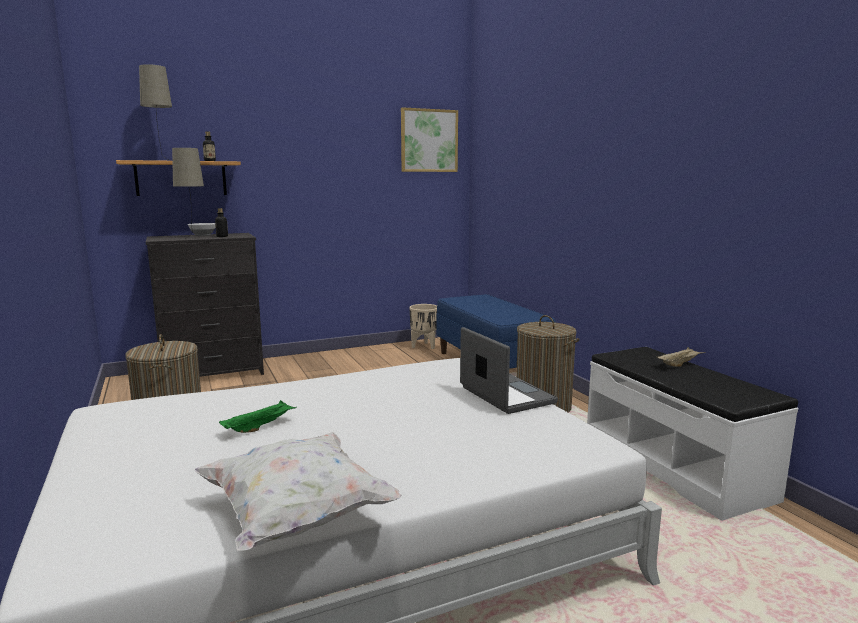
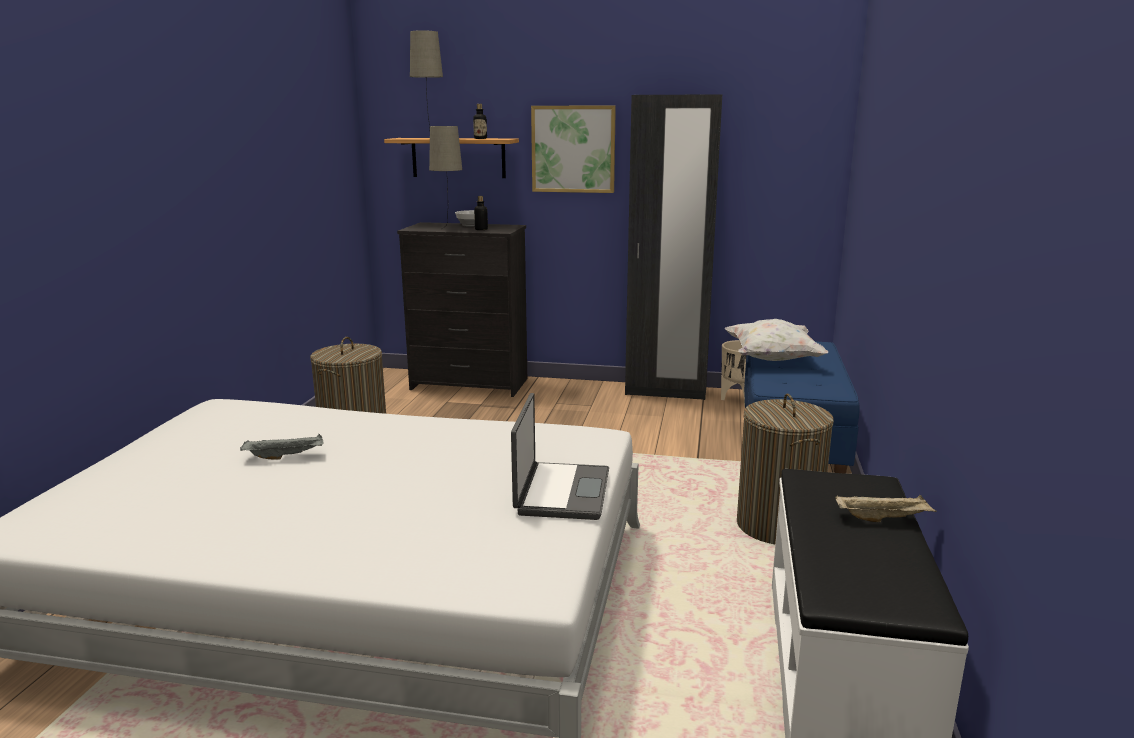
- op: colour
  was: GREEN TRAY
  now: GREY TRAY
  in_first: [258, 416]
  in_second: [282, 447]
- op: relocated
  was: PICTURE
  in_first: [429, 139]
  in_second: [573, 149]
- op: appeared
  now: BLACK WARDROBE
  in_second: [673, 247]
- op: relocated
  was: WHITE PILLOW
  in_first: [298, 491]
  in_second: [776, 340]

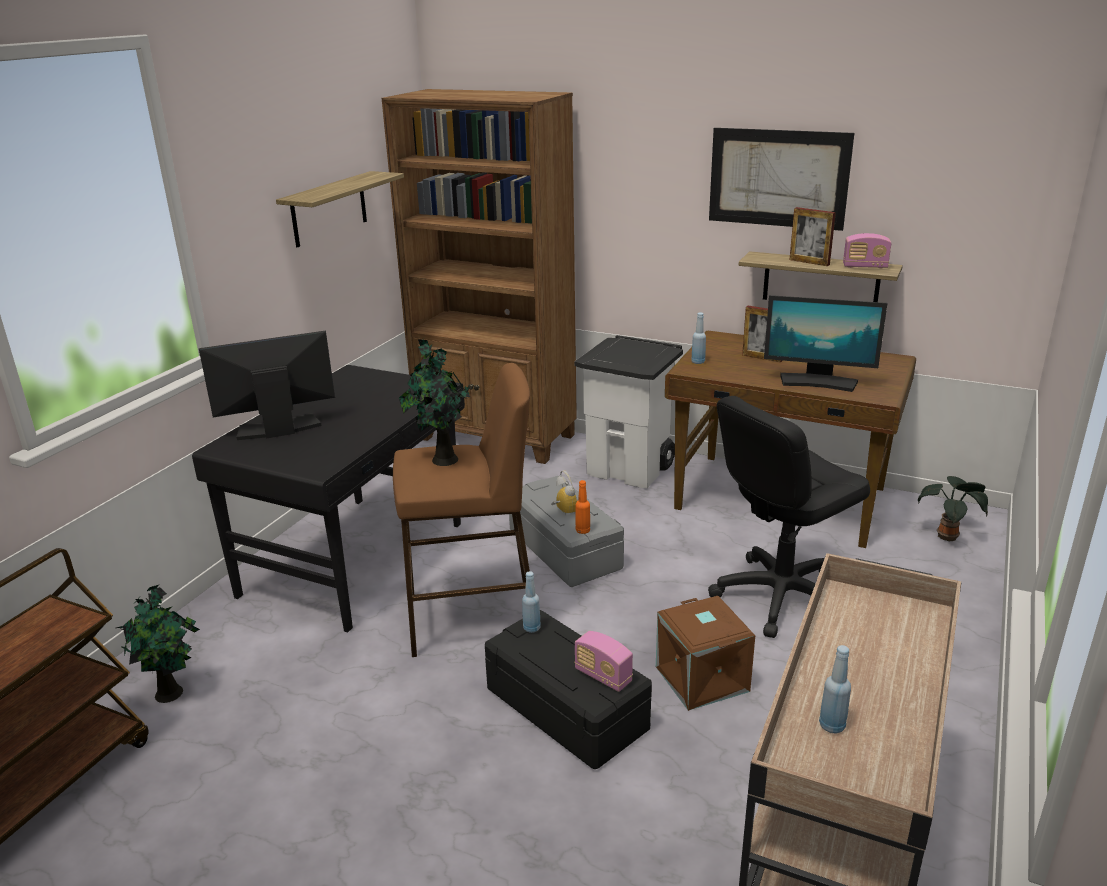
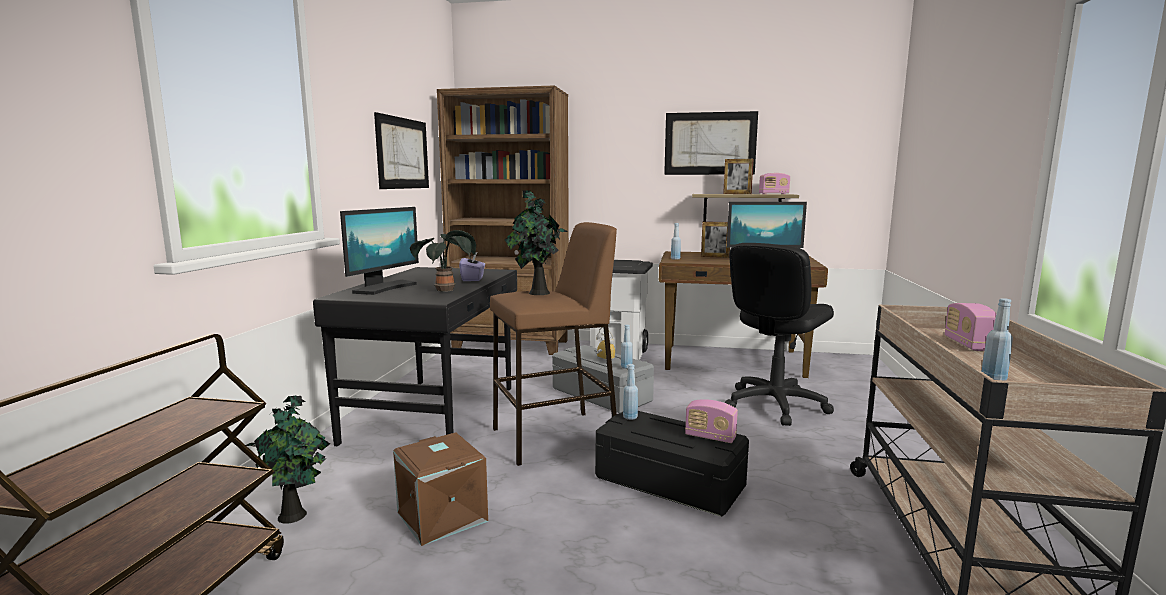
- op: spun
  was: MONITOR
  in_first: [267, 385]
  in_second: [379, 251]
  clockwise: 150
- op: exchanged
  was: SHELF
  now: PICTURE
  in_first: [340, 209]
  in_second: [401, 150]
- op: relocated
  was: BROWN STORAGE BOX
  in_first: [705, 653]
  in_second: [440, 489]
- op: relocated
  was: POTTED PLANT
  in_first: [953, 508]
  in_second: [443, 261]
- op: appeared
  now: PURPLE TISSUE BOX
  in_second: [472, 266]
- op: colour
  was: ORANGE BOTTLE
  now: BLUE BOTTLE
  in_first: [582, 507]
  in_second: [627, 347]
- op: appeared
  now: RADIO
  in_second: [970, 327]

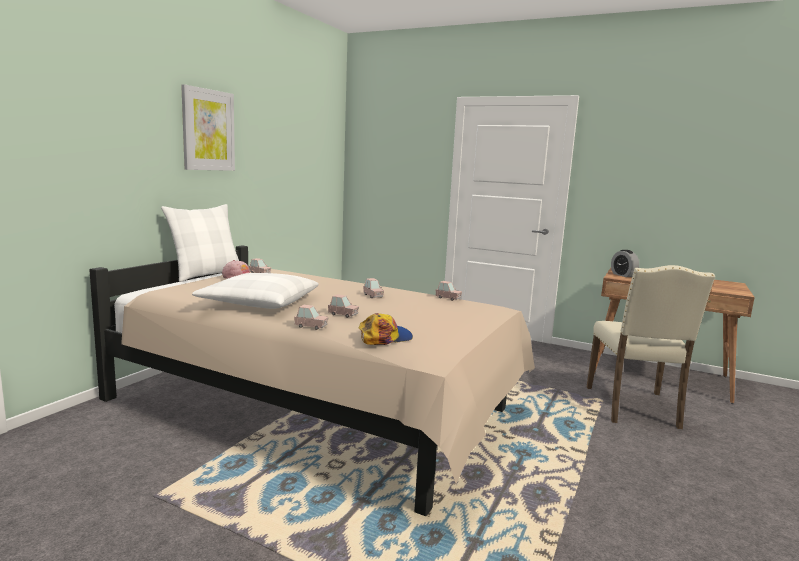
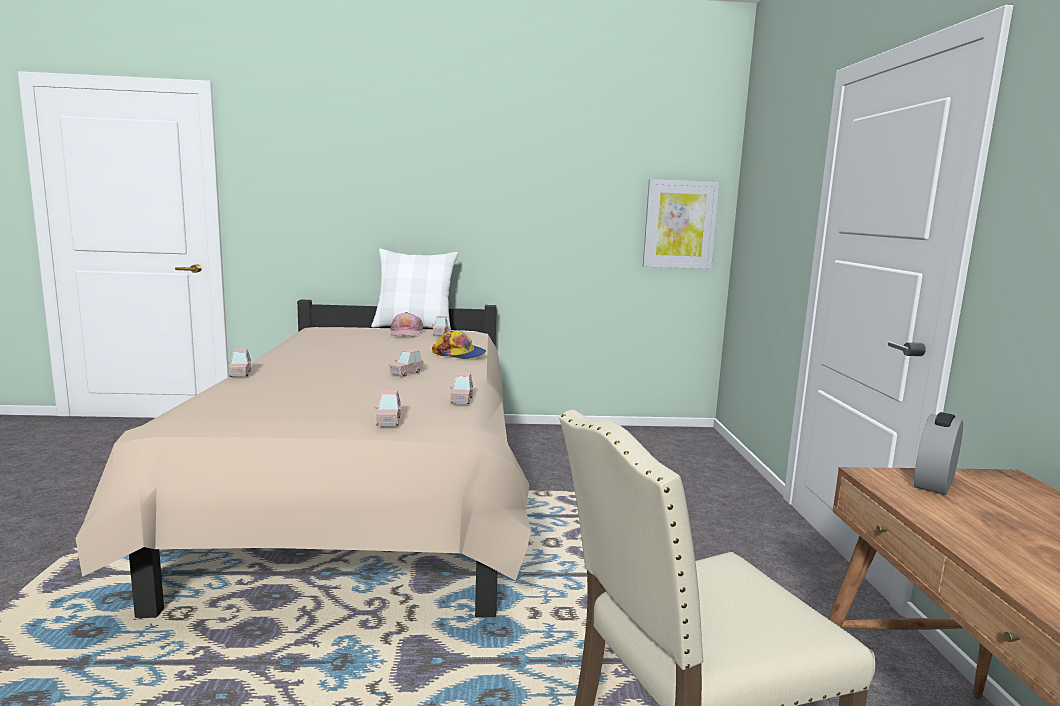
- op: relocated
  was: PINK TOY CAR
  in_first: [343, 306]
  in_second: [388, 408]
- op: relocated
  was: CAP
  in_first: [385, 329]
  in_second: [459, 344]
- op: relocated
  was: PICTURE
  in_first: [208, 127]
  in_second: [681, 224]
- op: missing
  was: WHITE PILLOW
  in_first: [255, 291]

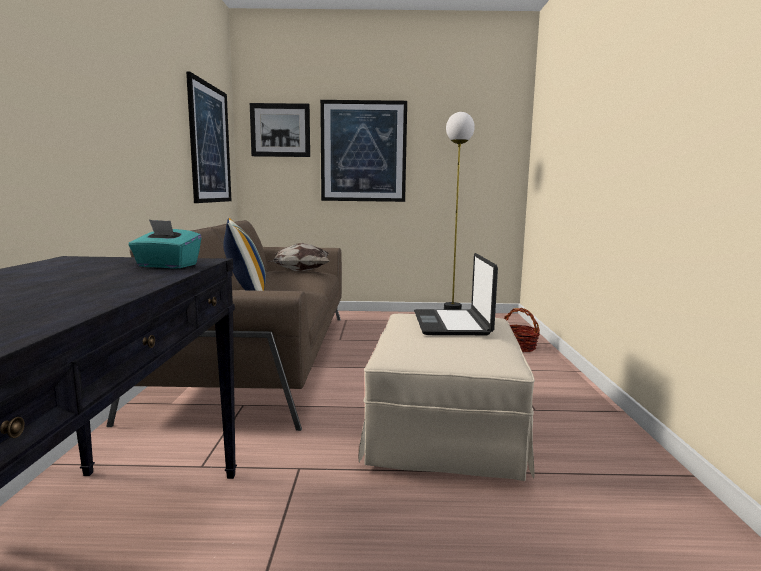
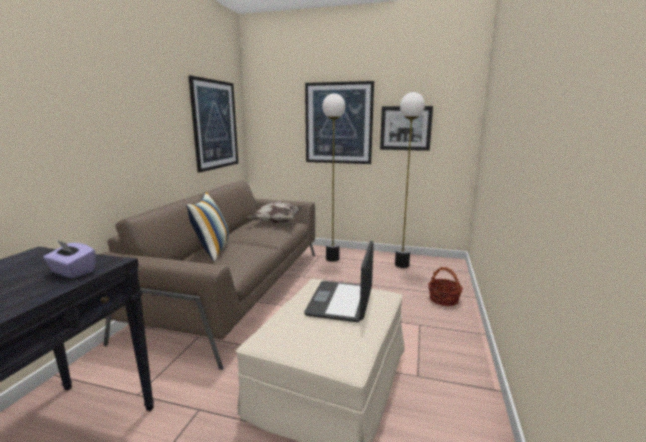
- op: colour
  was: TURQUOISE TISSUE BOX
  now: PURPLE TISSUE BOX
  in_first: [165, 244]
  in_second: [69, 259]
- op: appeared
  now: FLOOR LAMP
  in_second: [333, 177]
- op: relocated
  was: PICTURE
  in_first: [280, 130]
  in_second: [406, 128]

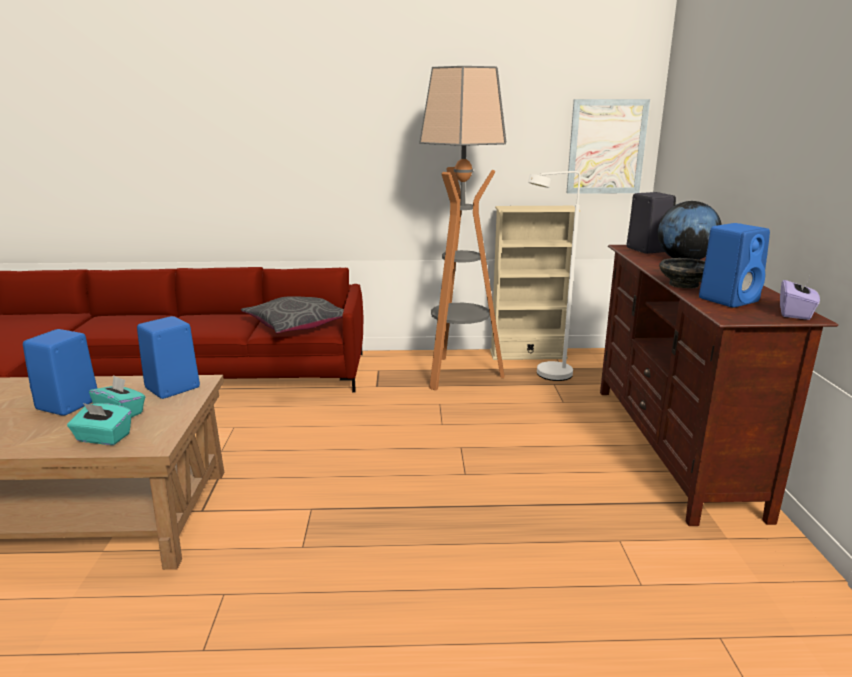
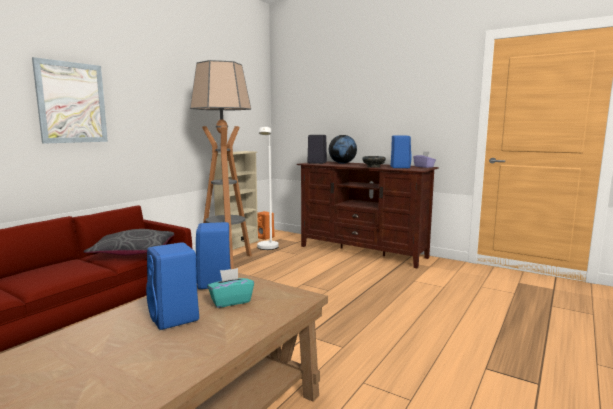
- op: relocated
  was: PICTURE
  in_first: [608, 146]
  in_second: [70, 100]
- op: appeared
  now: ORANGE SPEAKER
  in_second: [265, 225]
- op: missing
  was: TURQUOISE TISSUE BOX
  in_first: [99, 424]

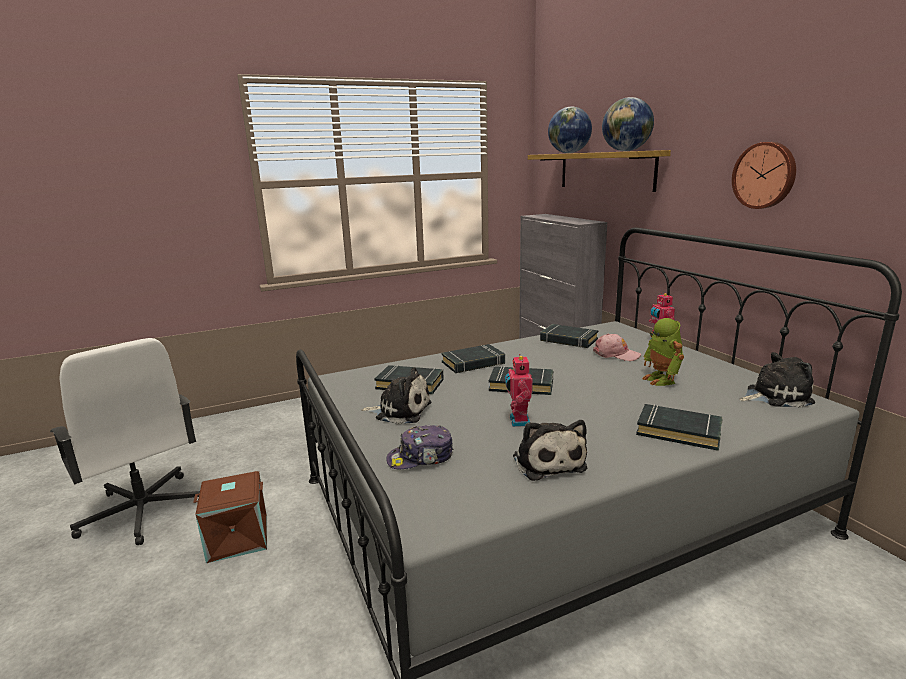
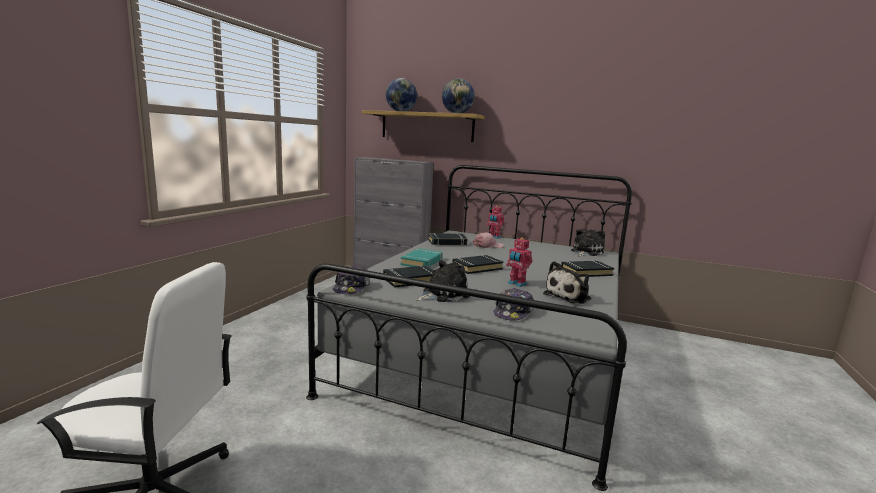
- op: appeared
  now: CAP
  in_second: [351, 280]
- op: colour
  was: BLACK BOOK
  now: TURQUOISE BOOK
  in_first: [473, 358]
  in_second: [422, 257]
- op: spun
  was: PLUSH TOY
  in_first: [550, 450]
  in_second: [567, 282]
  clockwise: 105
- op: missing
  was: BROWN STORAGE BOX
  in_first: [230, 517]
- op: missing
  was: TOY ROBOT
  in_first: [663, 352]
- op: missing
  was: WALL CLOCK
  in_first: [764, 175]

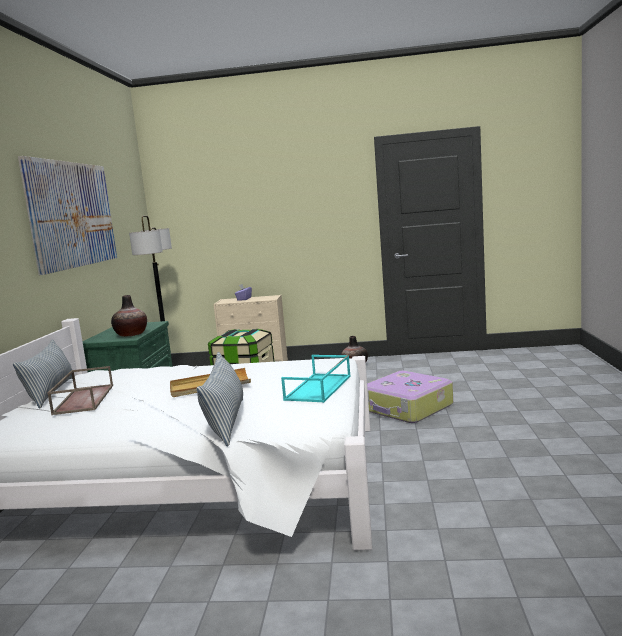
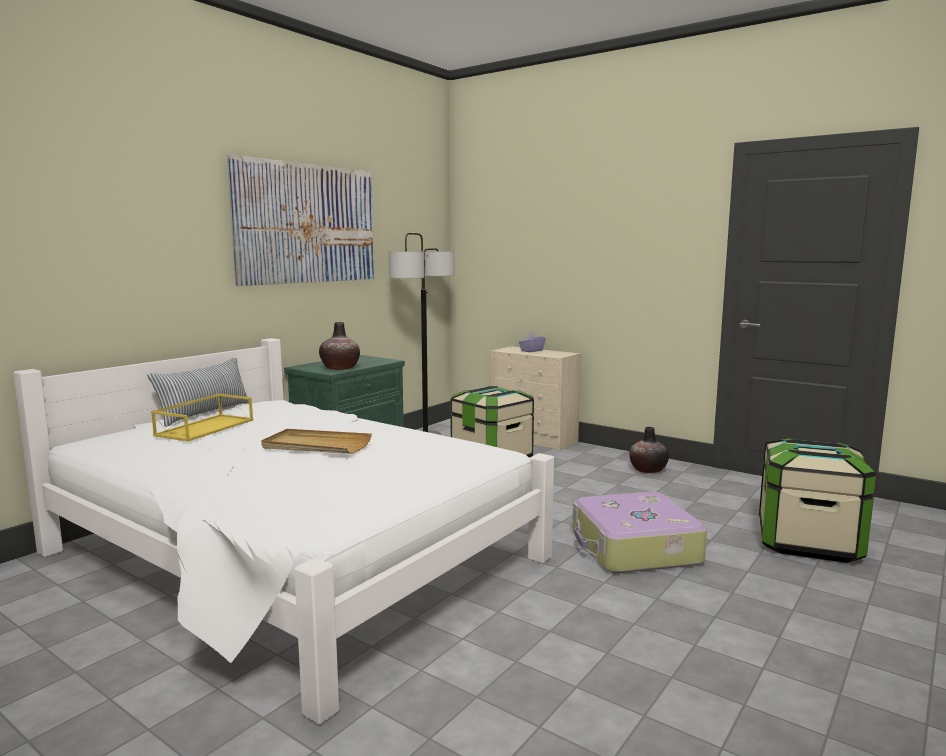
- op: colour
  was: BROWN TRAY
  now: YELLOW TRAY
  in_first: [80, 390]
  in_second: [202, 418]
- op: appeared
  now: STORAGE BOX
  in_second: [817, 500]
- op: missing
  was: PILLOW
  in_first: [220, 399]
- op: missing
  was: TURQUOISE TRAY
  in_first: [316, 379]

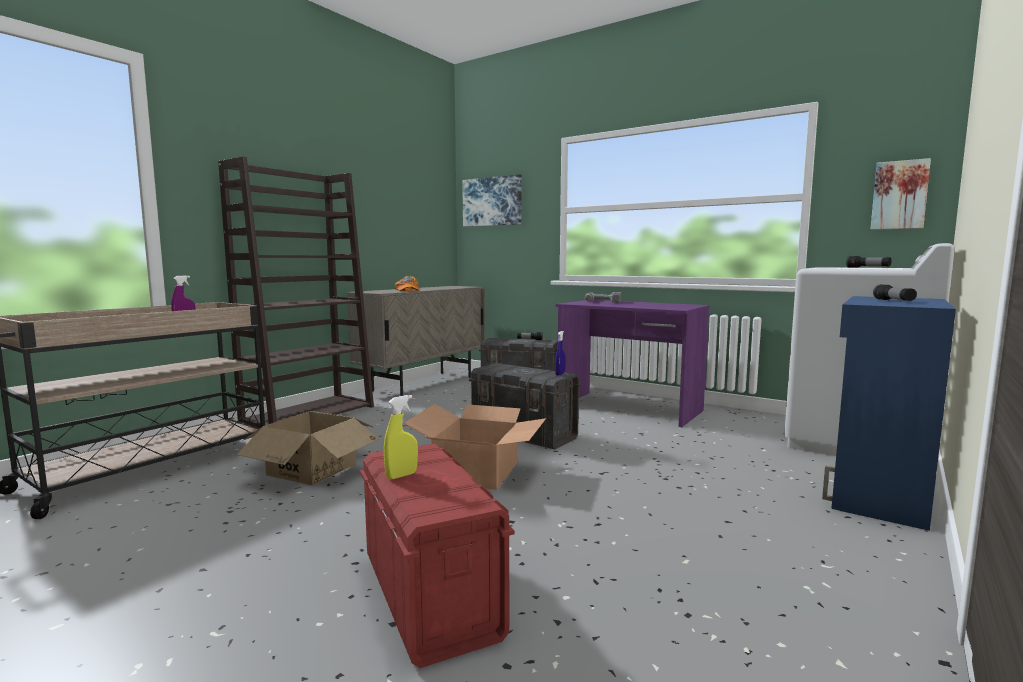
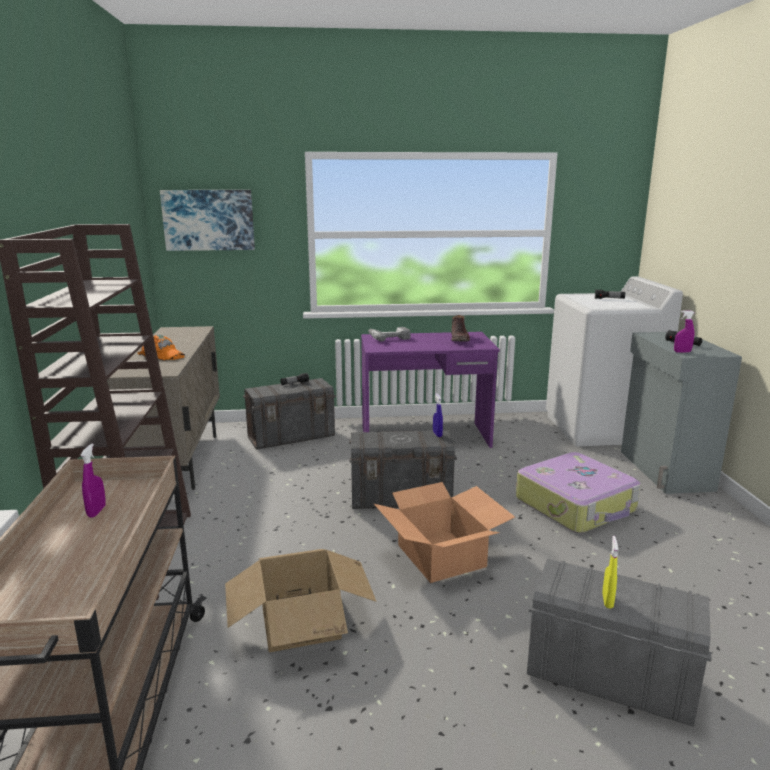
- op: appeared
  now: BROWN BOOT
  in_second: [460, 328]
- op: appeared
  now: SUITCASE
  in_second: [578, 492]
- op: colour
  was: RED STORAGE BOX
  now: GREY STORAGE BOX
  in_first: [437, 555]
  in_second: [619, 642]
- op: colour
  was: BLUE CABINET
  now: GREY CABINET
  in_first: [889, 413]
  in_second: [681, 413]
- op: appeared
  now: PURPLE SPRAY BOTTLE
  in_second: [684, 331]
- op: missing
  was: PICTURE
  in_first: [901, 194]

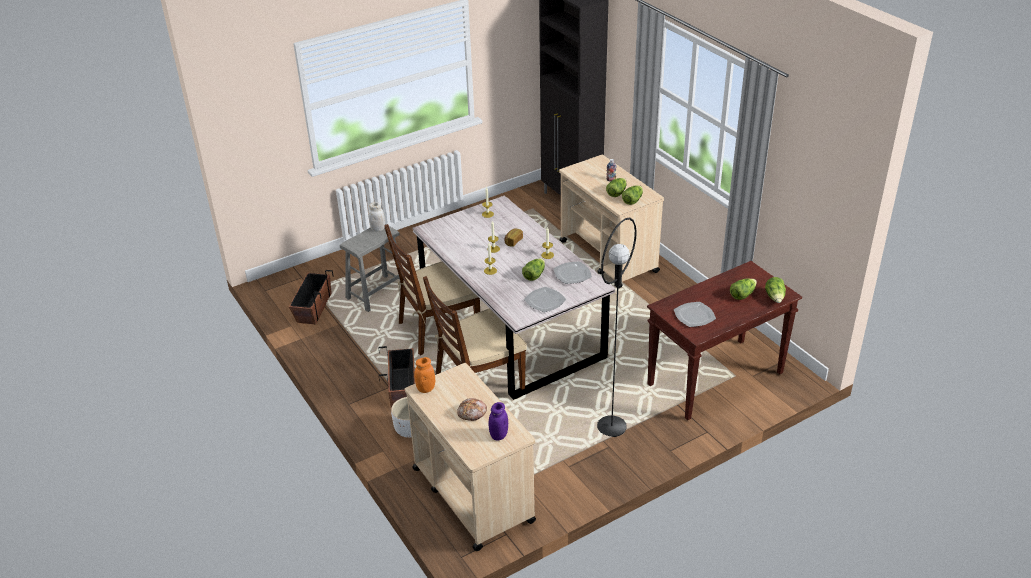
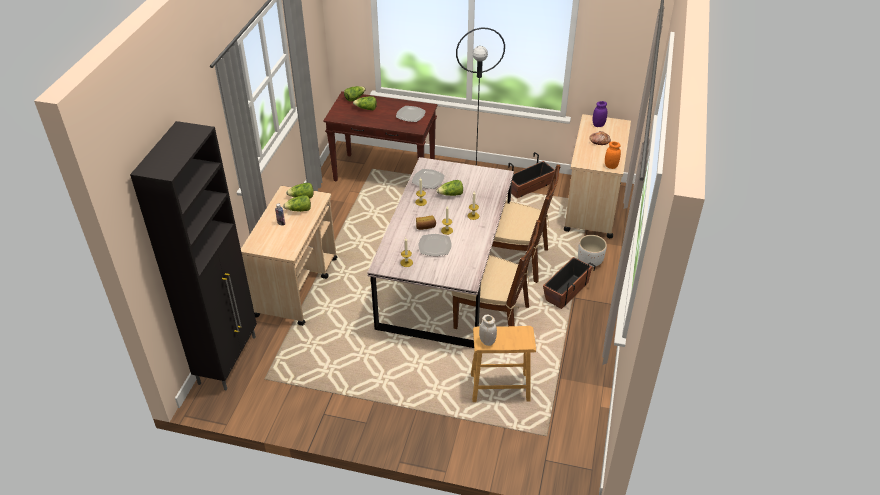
- op: relocated
  was: PLATE
  in_first: [545, 299]
  in_second: [435, 245]
- op: colour
  was: GREY STOOL
  now: BROWN STOOL
  in_first: [370, 268]
  in_second: [503, 364]
- op: relocated
  was: PLANTER
  in_first: [311, 297]
  in_second: [531, 175]

